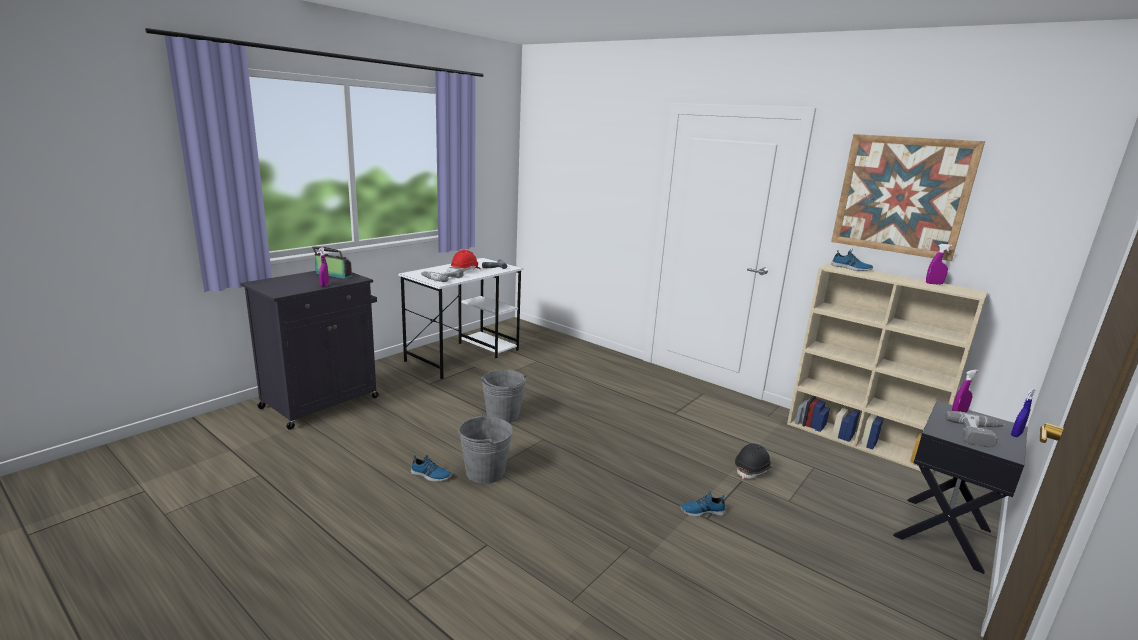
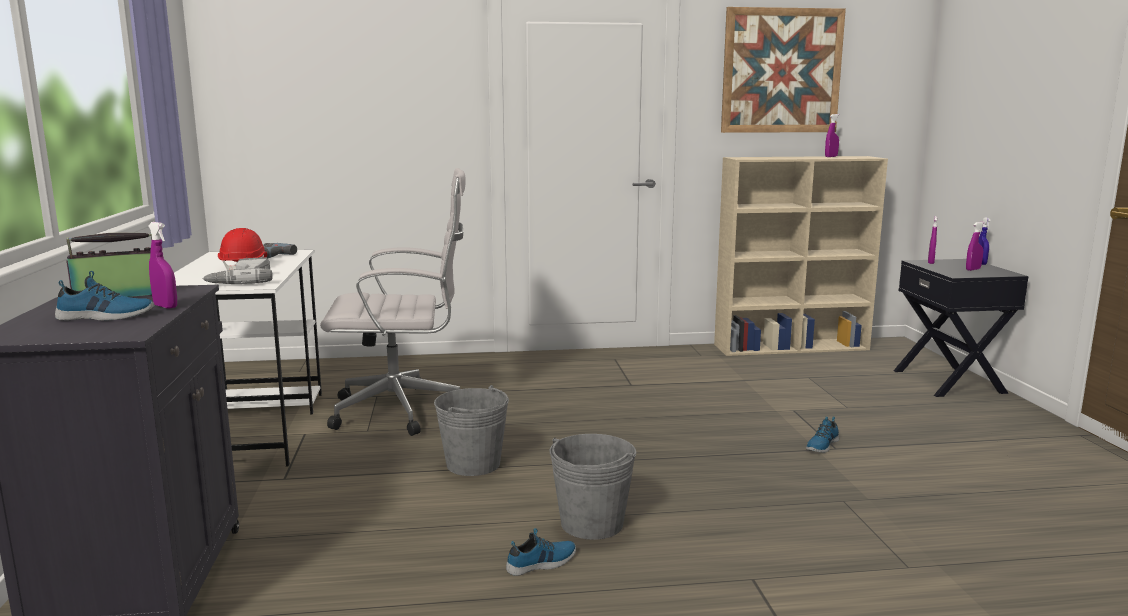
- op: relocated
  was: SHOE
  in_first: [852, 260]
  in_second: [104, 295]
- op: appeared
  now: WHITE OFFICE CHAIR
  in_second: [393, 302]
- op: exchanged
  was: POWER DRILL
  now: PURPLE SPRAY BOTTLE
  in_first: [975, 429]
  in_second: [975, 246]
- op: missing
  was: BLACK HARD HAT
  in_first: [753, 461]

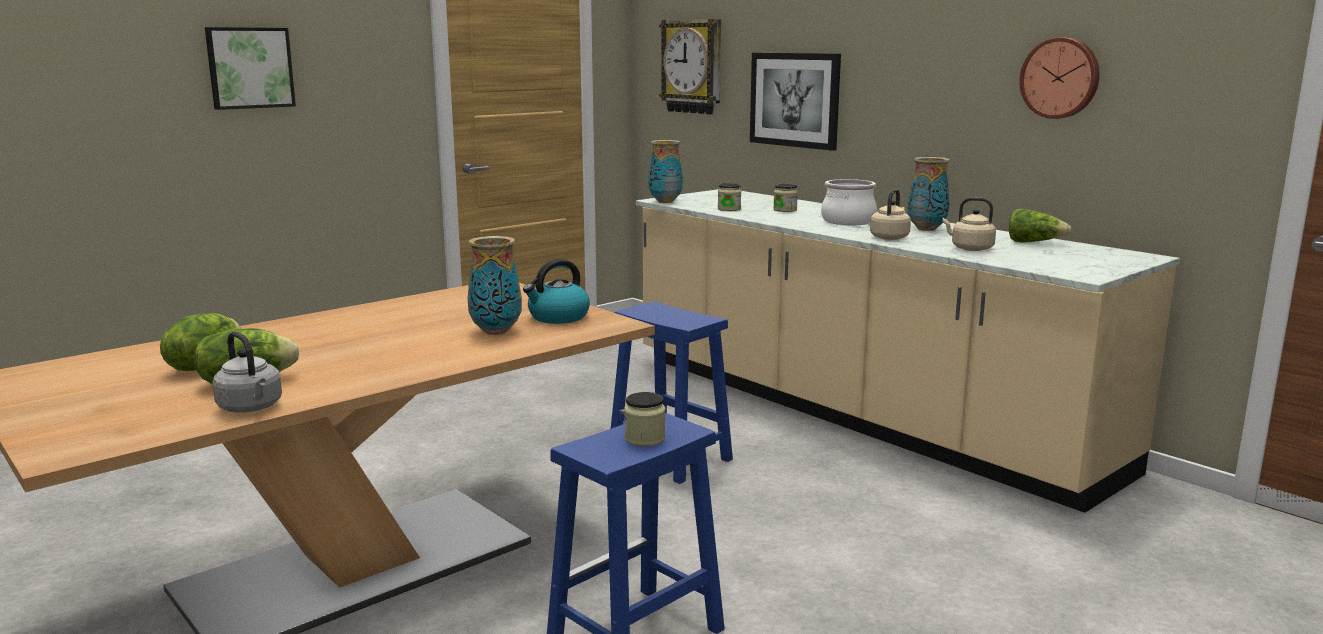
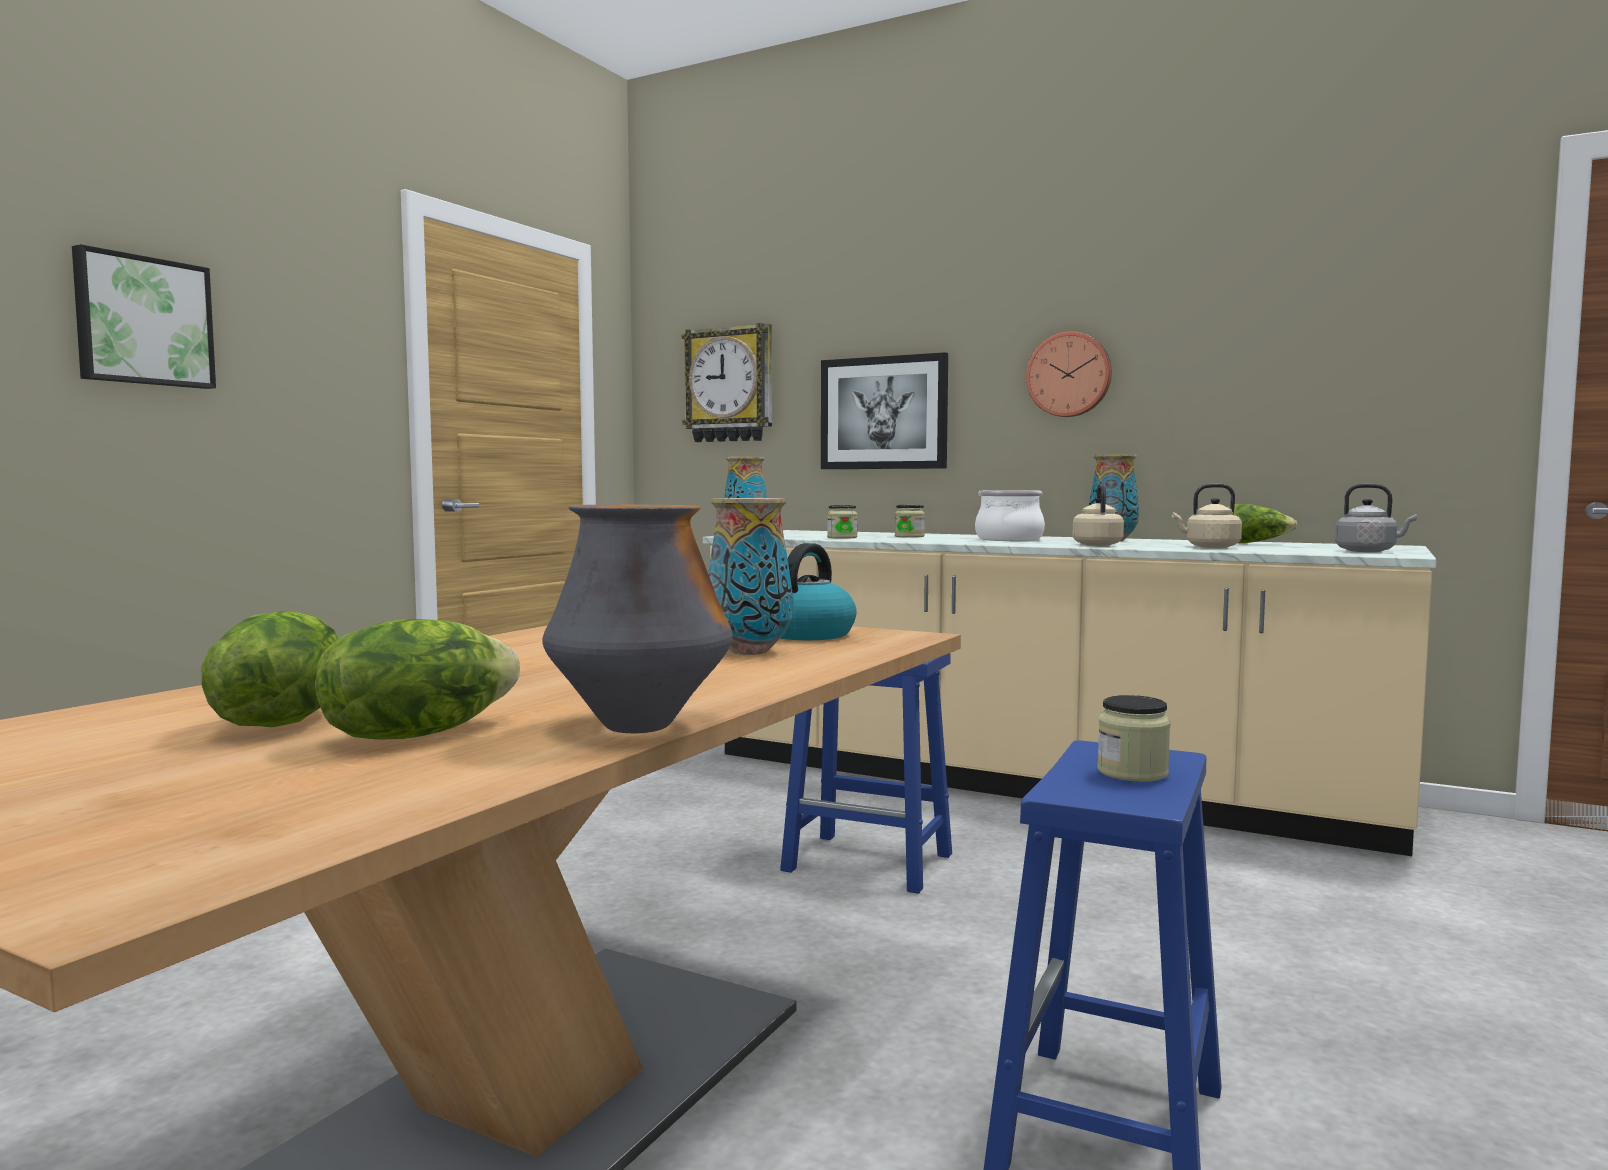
- op: appeared
  now: VASE
  in_second: [637, 618]
- op: relocated
  was: WALL CLOCK
  in_first: [1059, 78]
  in_second: [1069, 374]
- op: relocated
  was: GREY KETTLE
  in_first: [247, 371]
  in_second: [1376, 518]

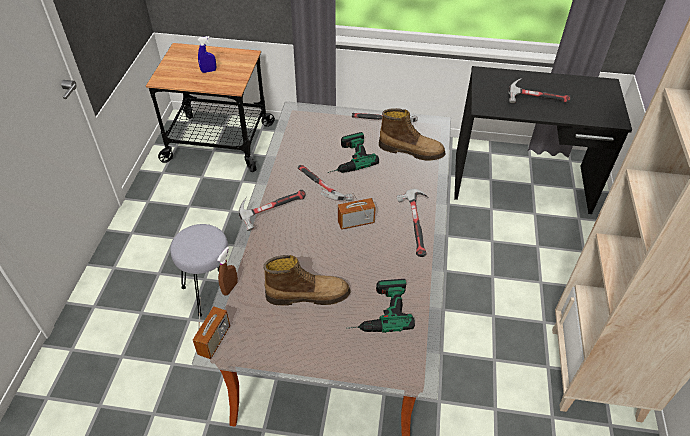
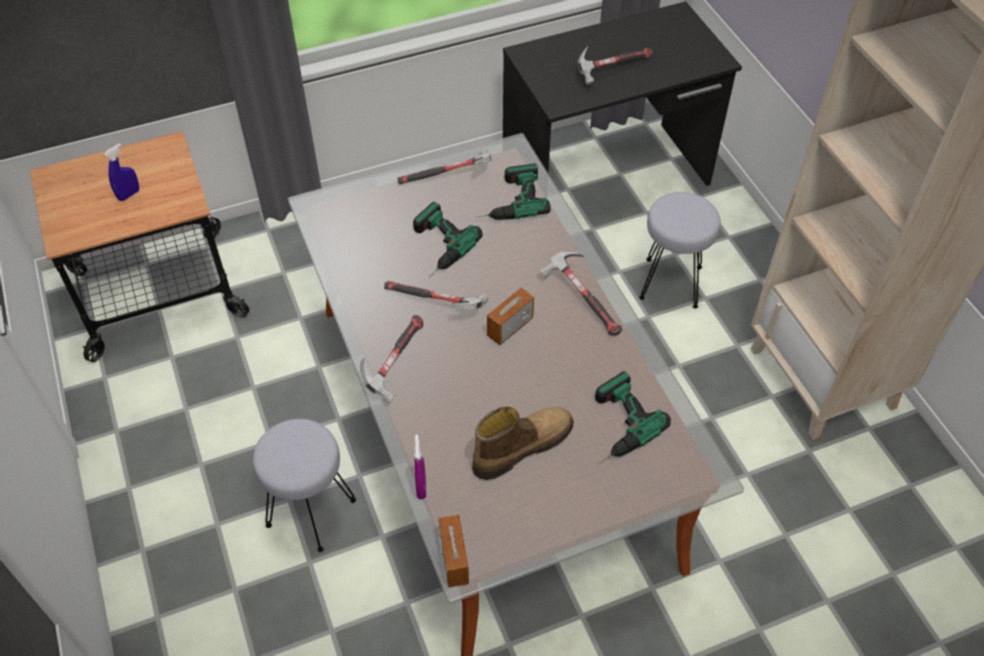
- op: colour
  was: BROWN SPRAY BOTTLE
  now: PURPLE SPRAY BOTTLE
  in_first: [227, 271]
  in_second: [420, 467]
- op: exchanged
  was: BOOT
  now: POWER DRILL
  in_first: [412, 134]
  in_second: [513, 191]
- op: appeared
  now: GREY STOOL
  in_second: [680, 250]

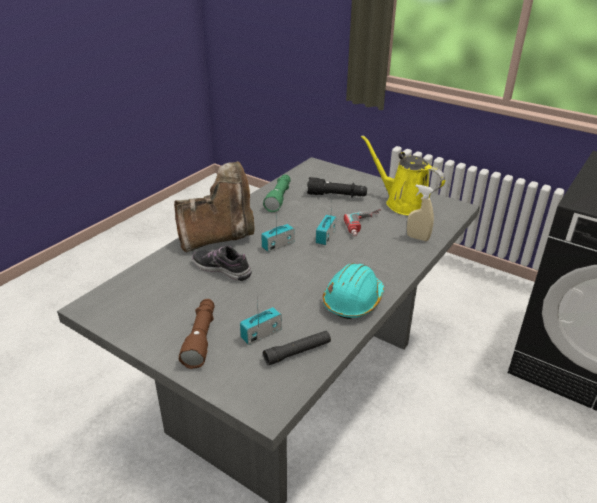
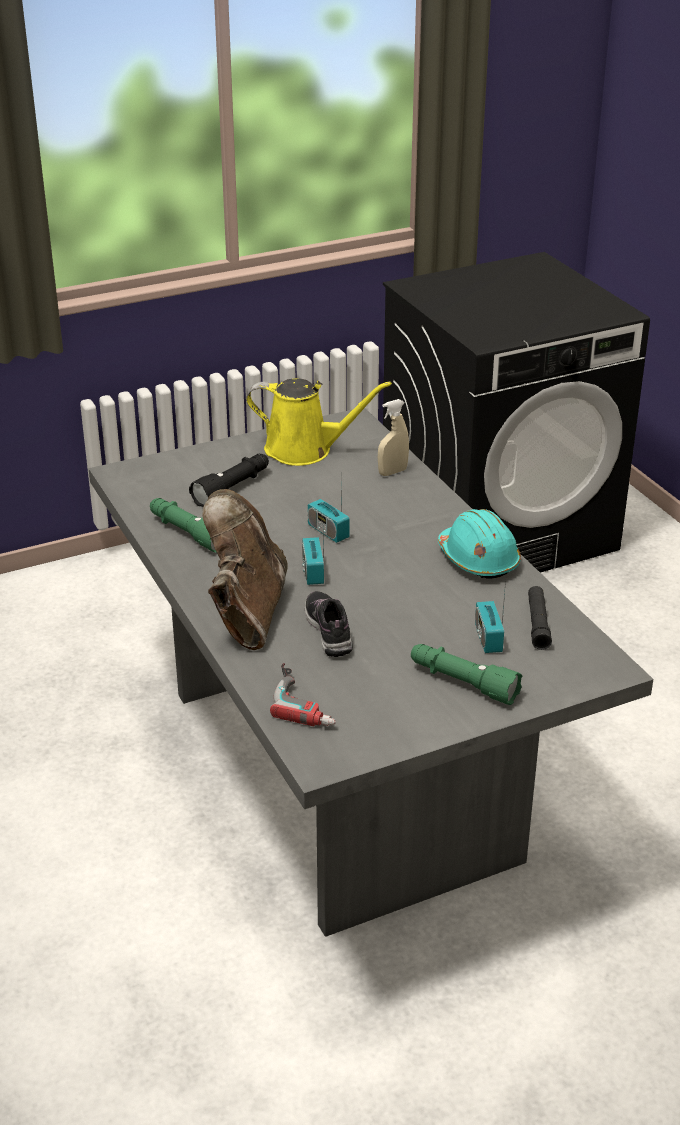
- op: spun
  was: YELLOW WATERING CAN
  in_first: [403, 175]
  in_second: [319, 422]
  clockwise: -150
- op: relocated
  was: POWER DRILL
  in_first: [362, 222]
  in_second: [303, 695]
- op: spun
  was: SHOE
  in_first: [222, 263]
  in_second: [329, 624]
  clockwise: 105
- op: colour
  was: BROWN FLASHLIGHT
  now: GREEN FLASHLIGHT
  in_first: [197, 334]
  in_second: [467, 674]

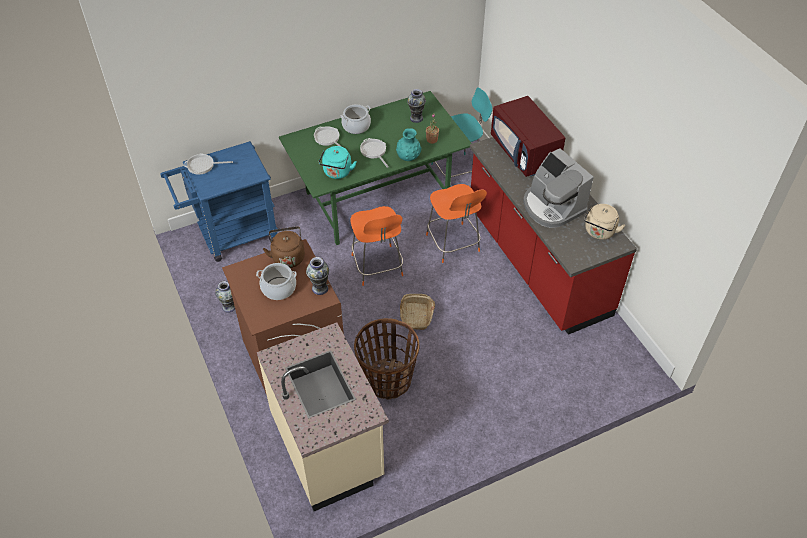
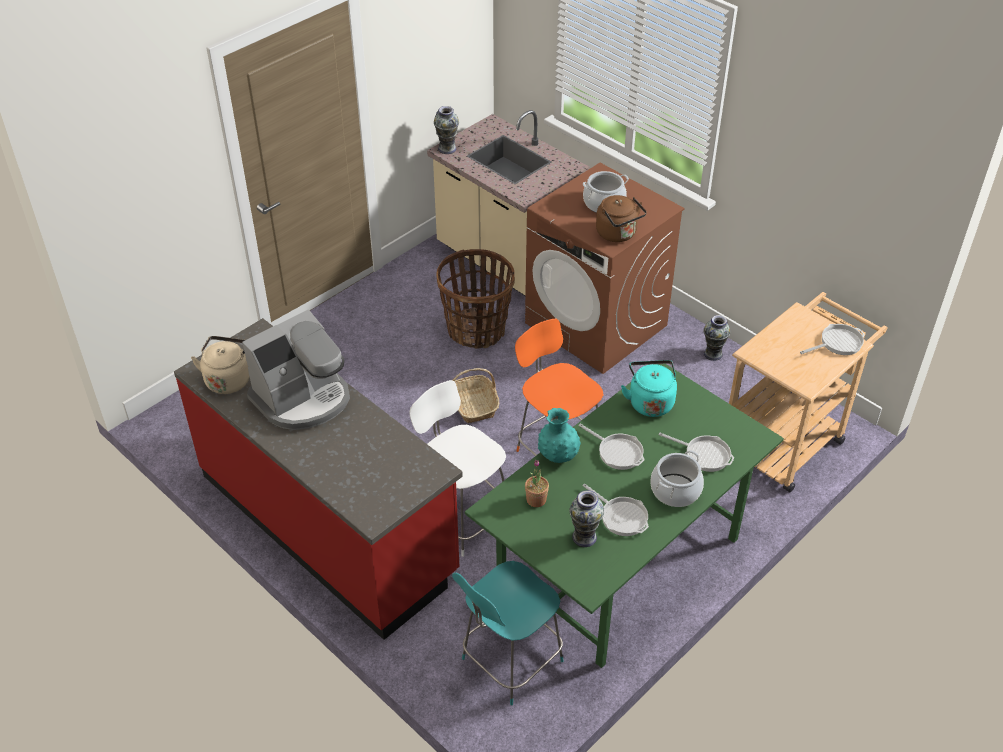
- op: spun
  was: COFFEE MACHINE
  in_first: [558, 188]
  in_second: [296, 369]
  clockwise: 105
- op: colour
  was: ORANGE CHAIR
  now: WHITE CHAIR
  in_first: [456, 223]
  in_second: [457, 468]
- op: relocated
  was: VASE
  in_first: [317, 276]
  in_second: [446, 130]
- op: appeared
  now: FRYING PAN
  in_second: [615, 510]
- op: colour
  was: BLUE CART
  now: BEIGE CART
  in_first: [219, 201]
  in_second: [808, 392]
- op: missing
  was: RED MICROWAVE
  in_first: [528, 136]

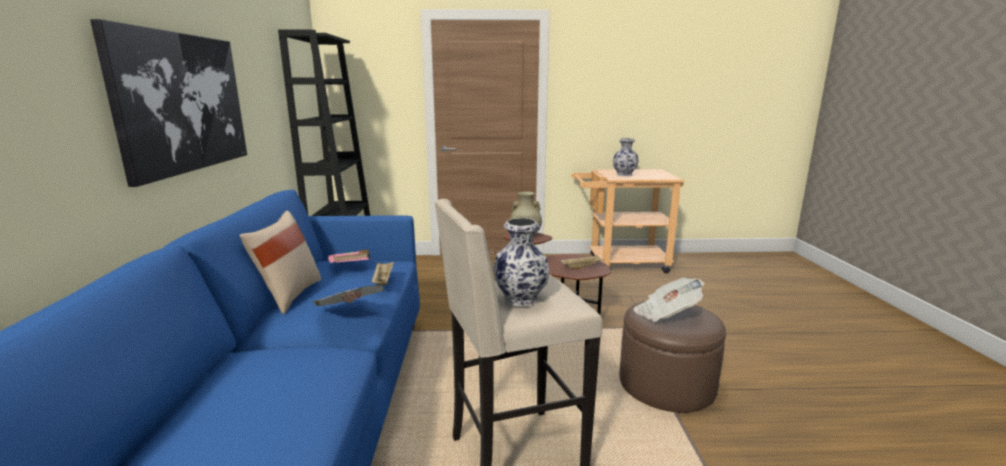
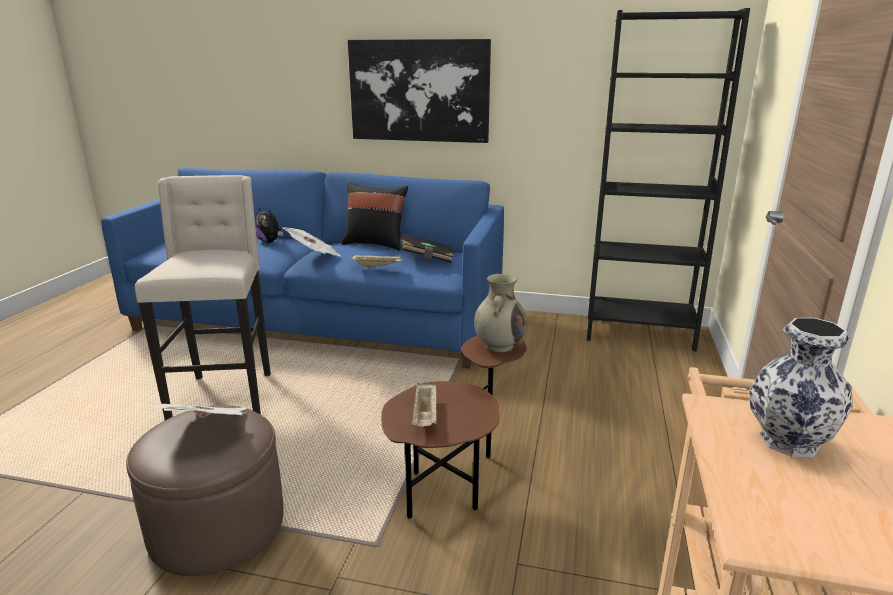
- op: appeared
  now: PLUSH TOY
  in_second: [269, 225]
- op: colour
  was: BEIGE PILLOW
  now: BLACK PILLOW
  in_first: [280, 262]
  in_second: [375, 216]
- op: colour
  was: PINK BOOK
  now: BLACK BOOK
  in_first: [349, 256]
  in_second: [427, 248]
- op: missing
  was: VASE
  in_first: [521, 262]

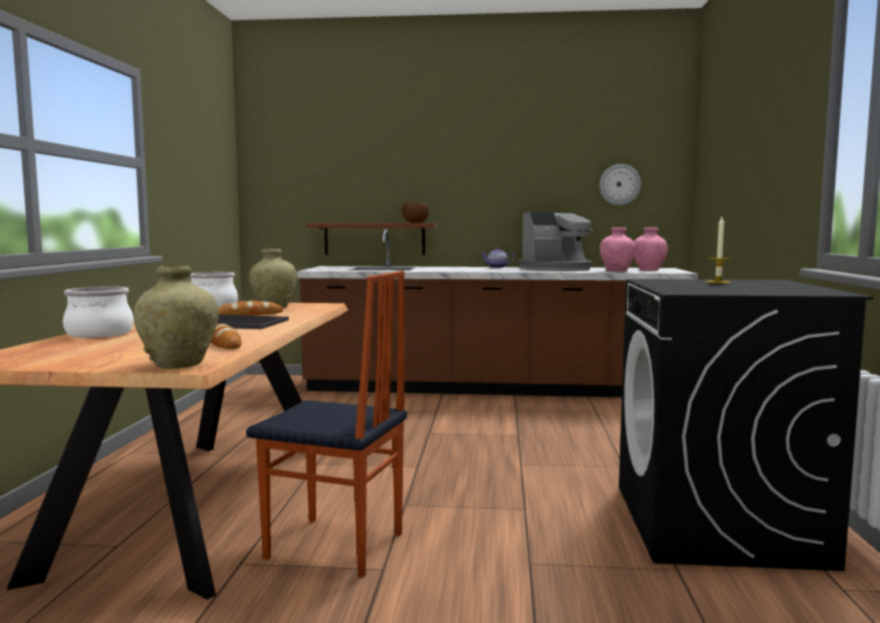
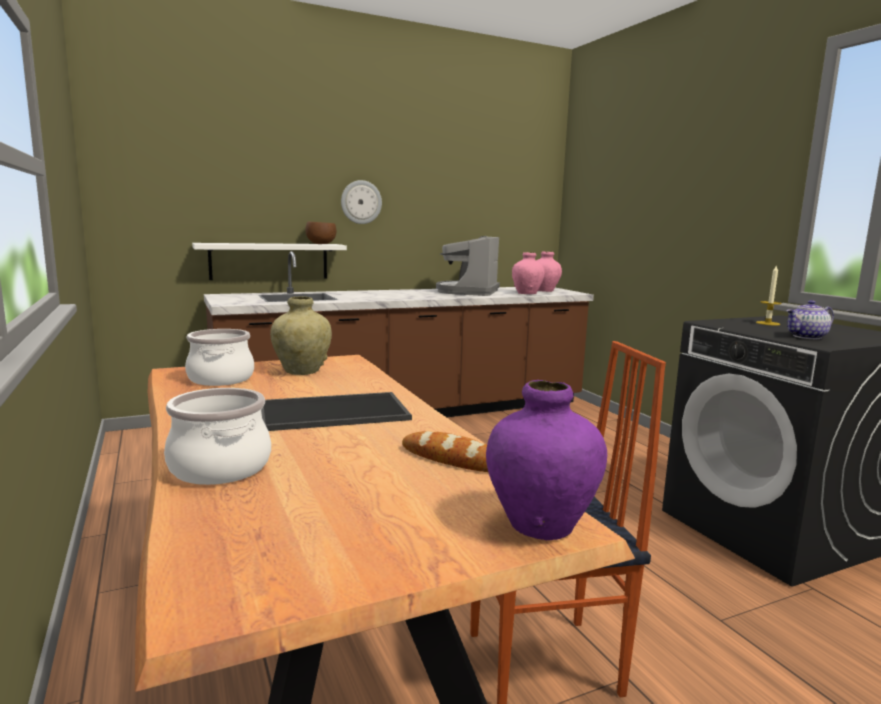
- op: colour
  was: BROWN SHELF
  now: WHITE SHELF
  in_first: [371, 239]
  in_second: [269, 261]
- op: relocated
  was: WALL CLOCK
  in_first: [620, 184]
  in_second: [361, 202]
- op: spun
  was: COFFEE MACHINE
  in_first: [555, 241]
  in_second: [468, 266]
  clockwise: 150
- op: colour
  was: BEIGE VASE
  now: PURPLE VASE
  in_first: [176, 317]
  in_second: [546, 460]
- op: relocated
  was: TEAPOT
  in_first: [498, 257]
  in_second: [810, 319]
- op: missing
  was: BREAD
  in_first: [250, 308]

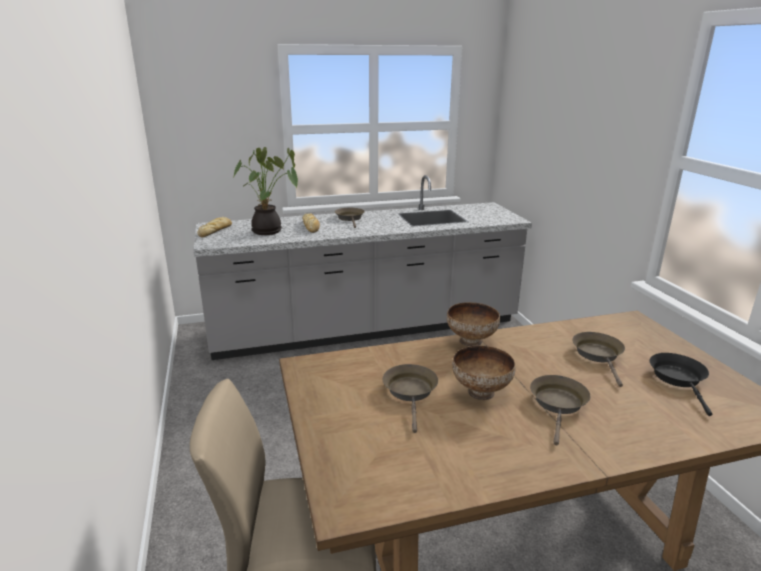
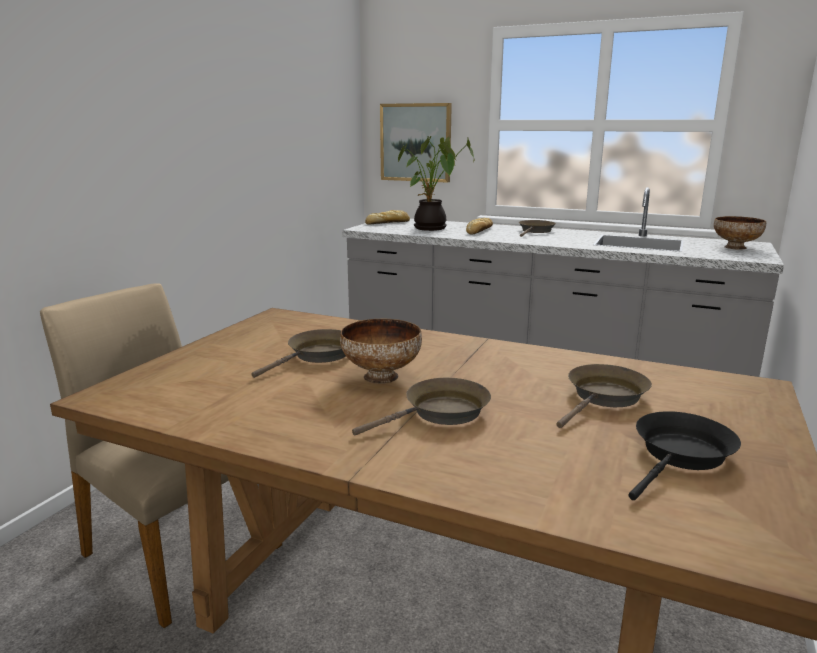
- op: appeared
  now: PICTURE
  in_second: [416, 143]
- op: relocated
  was: BOWL
  in_first: [473, 324]
  in_second: [740, 233]

